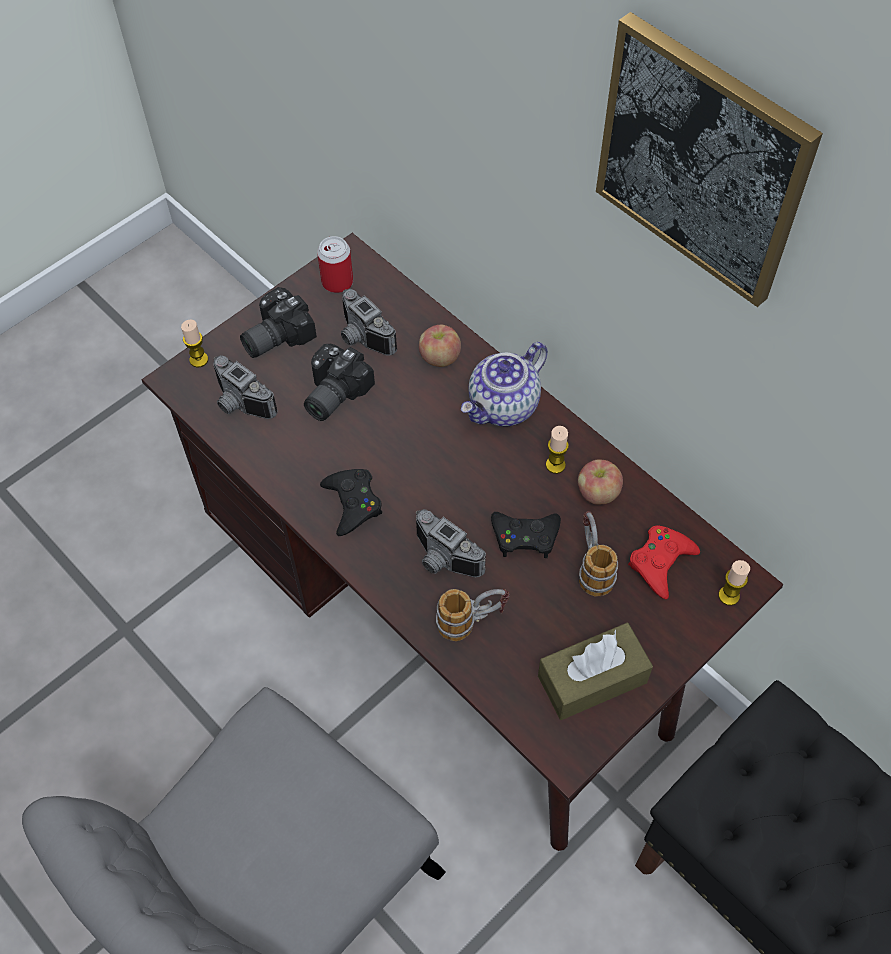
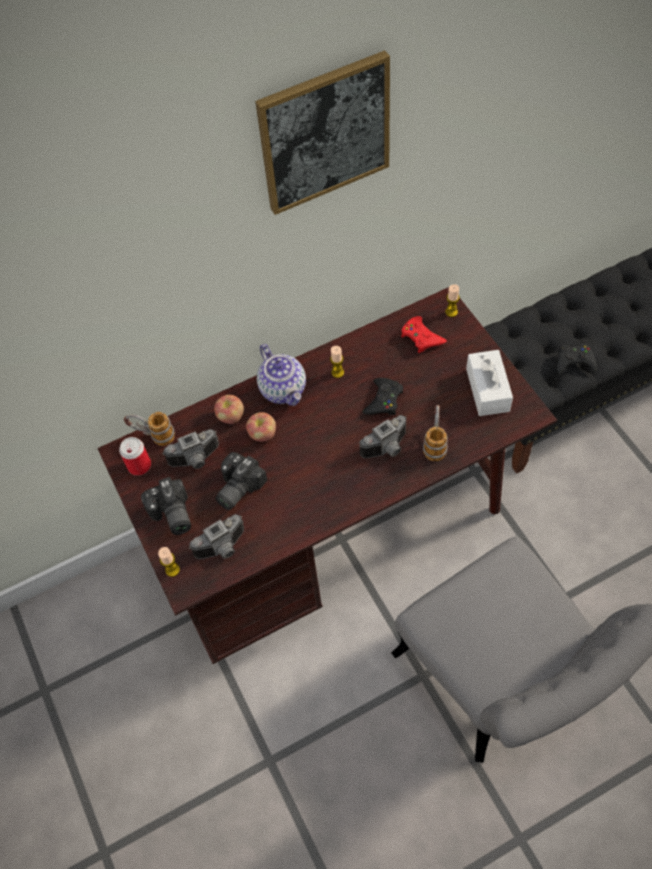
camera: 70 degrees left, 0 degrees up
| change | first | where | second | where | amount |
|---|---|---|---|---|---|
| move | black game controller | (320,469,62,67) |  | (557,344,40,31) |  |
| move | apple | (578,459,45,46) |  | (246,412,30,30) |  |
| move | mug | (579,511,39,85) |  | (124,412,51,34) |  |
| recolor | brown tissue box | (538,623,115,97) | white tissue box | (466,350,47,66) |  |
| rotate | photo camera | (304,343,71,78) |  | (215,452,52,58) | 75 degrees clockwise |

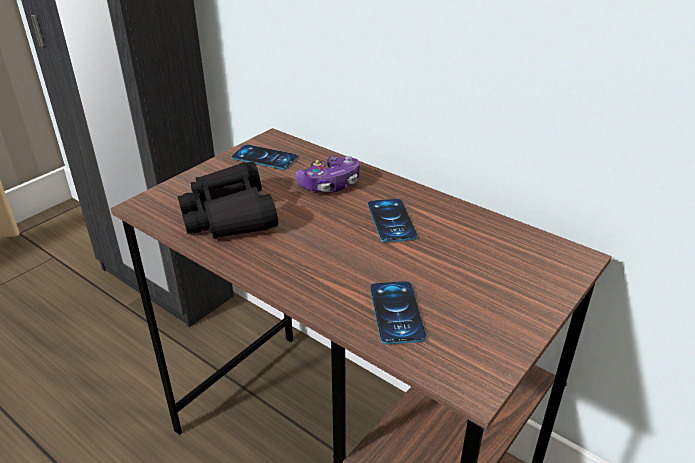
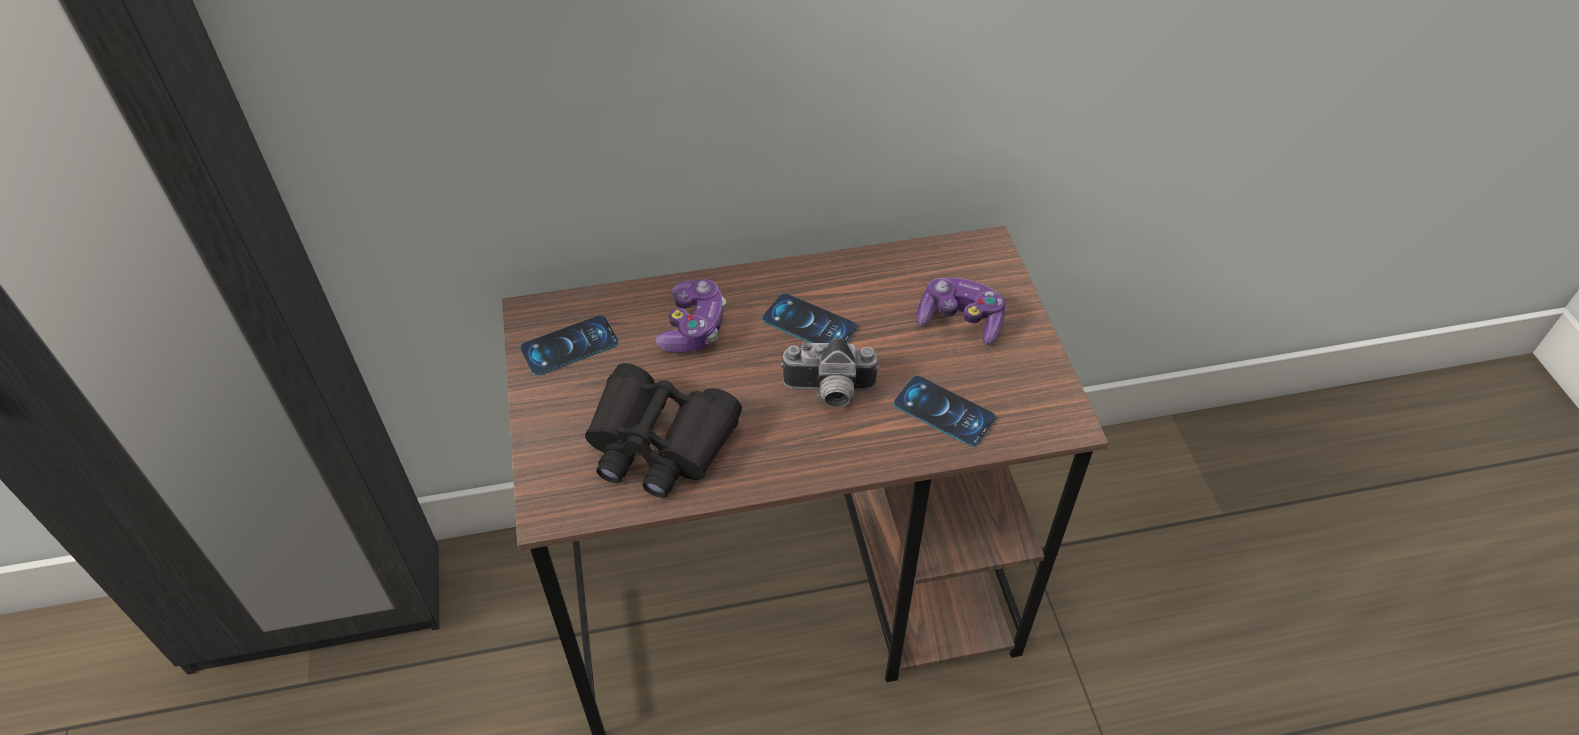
camera: 50 degrees left, 15 degrees up
| change | first | where | second | where | amount |
|---|---|---|---|---|---|
| insert |  |  | photo camera | (781,338,99,70) |  |
| insert |  |  | game controller | (917,278,88,67) |  |

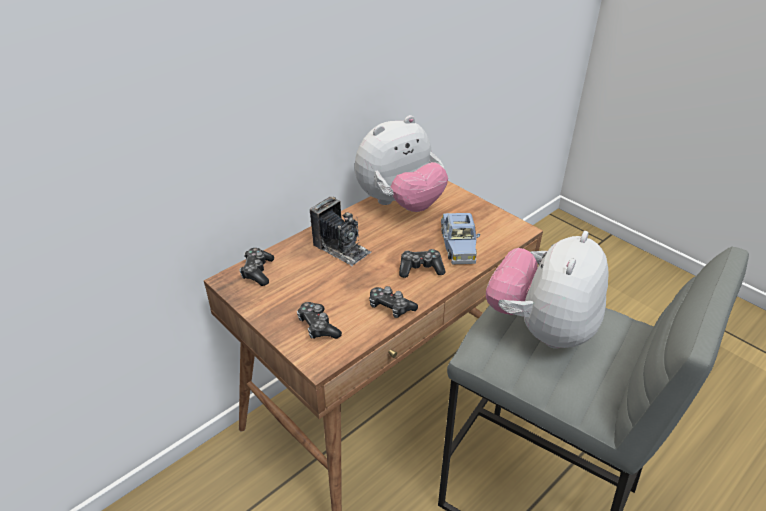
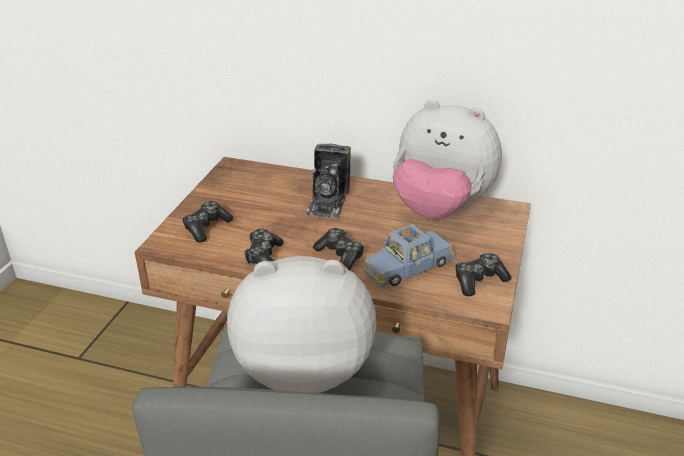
camera: 60 degrees right, 5 degrees down
| change | first | where | second | where | amount |
|---|---|---|---|---|---|
| move | game controller | (239,248,35,38) |  | (455,253,56,43) |  |

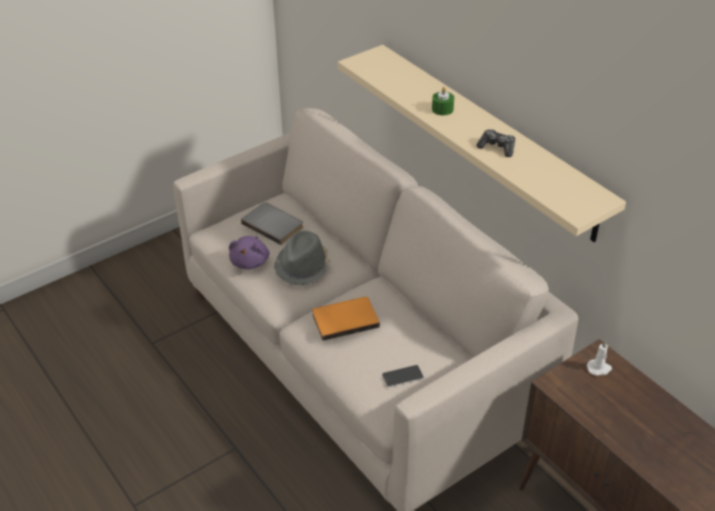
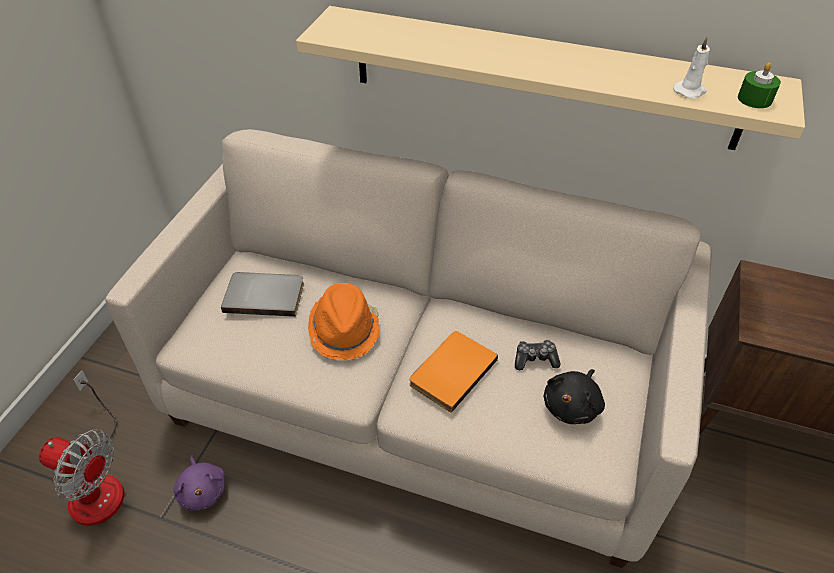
camera: 35 degrees left, 5 degrees up
| change | first | where | second | where | amount |
|---|---|---|---|---|---|
| insert |  |  | fan | (39,370,85,156) |  |
| move | purple plush toy | (229,236,41,33) |  | (173,455,52,55) |  |
| move | green candle | (432,87,22,28) |  | (738,62,43,46) |  |
| move | game controller | (476,129,39,28) |  | (515,340,46,30) |  |
| move | white candle | (587,341,25,35) |  | (673,36,37,63) |  |
| replace | phone | (382,365,42,22) | black plush toy | (543,369,62,55) |  |
| recolor | grey hat | (274,231,56,54) | orange hat | (308,283,71,78) |  |

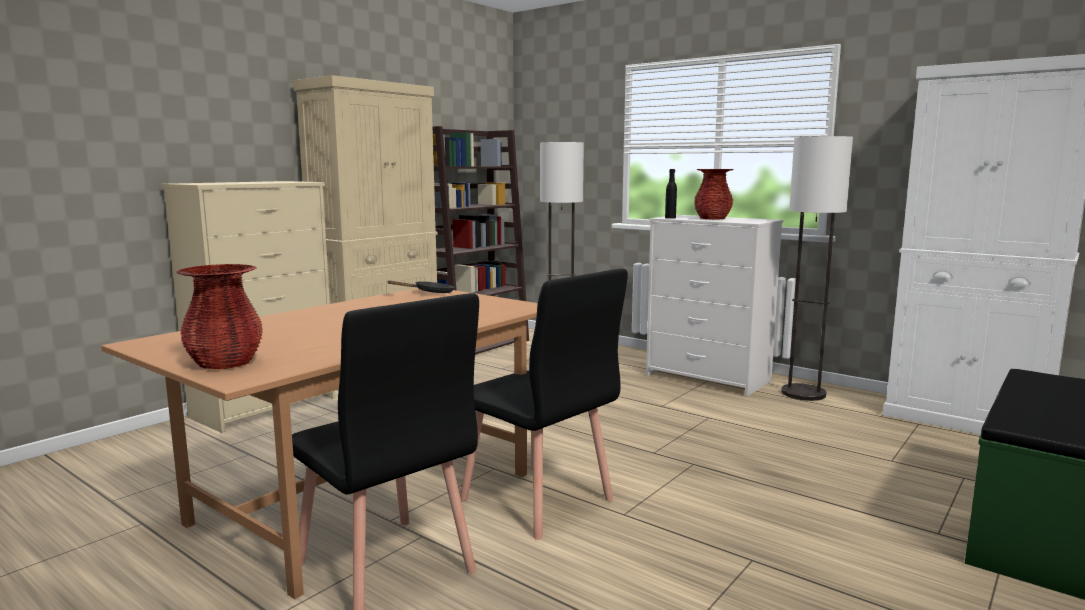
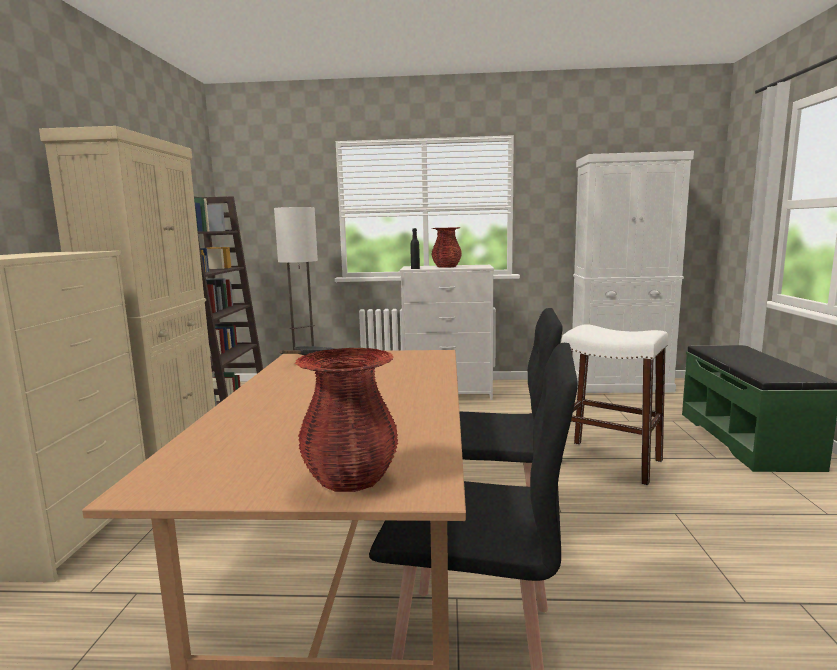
camera: 35 degrees left, 0 degrees up
| change | first | where | second | where | amount |
|---|---|---|---|---|---|
| delete | floor lamp | (781,136,72,265) |  |  |  |
| insert |  |  | white stool | (561,324,107,162) |  |

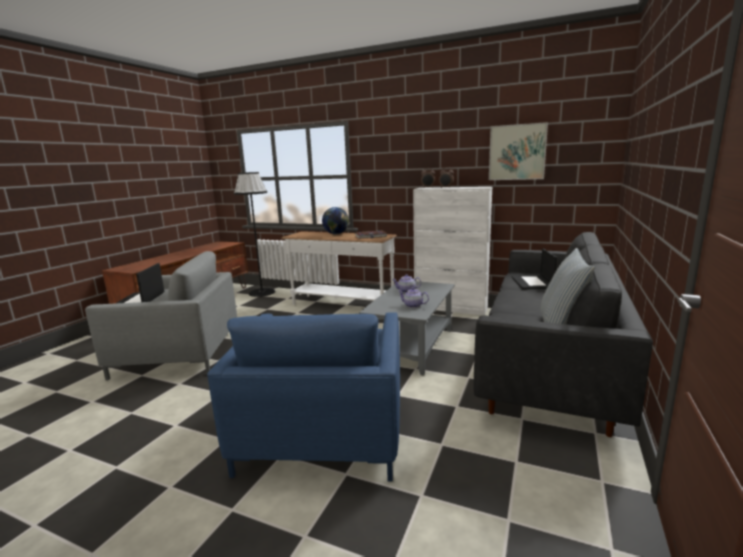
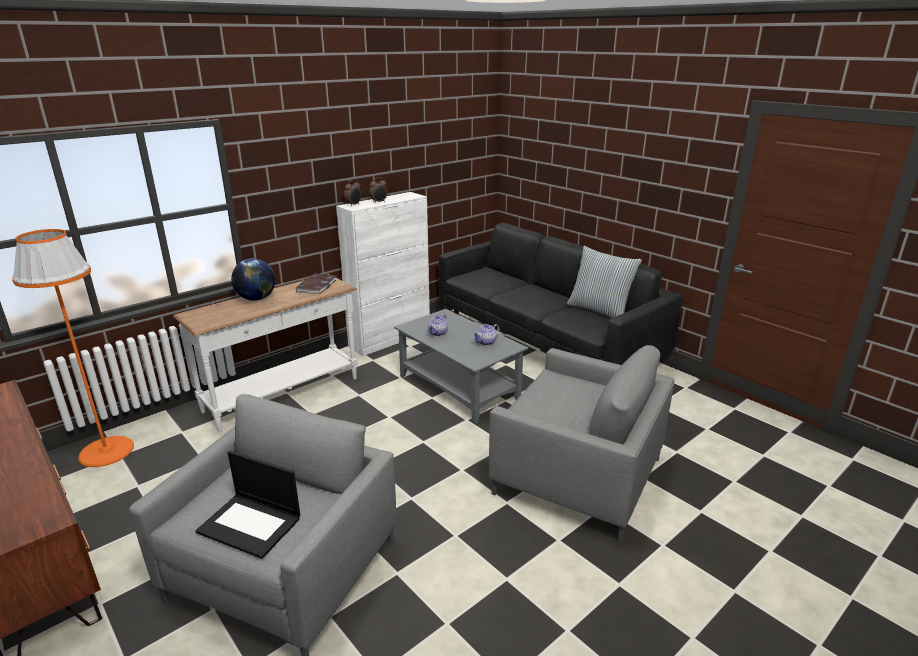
camera: 65 degrees left, 10 degrees up
| change | first | where | second | where | amount |
|---|---|---|---|---|---|
| delete | picture | (489,122,59,58) |  |  |  |
| delete | laptop | (512,248,45,41) |  |  |  |
| recolor | blue armchair | (207,312,193,170) | grey armchair | (489,345,186,198) |  |
| recolor | black floor lamp | (234,172,41,125) | orange floor lamp | (12,229,122,238) |  |

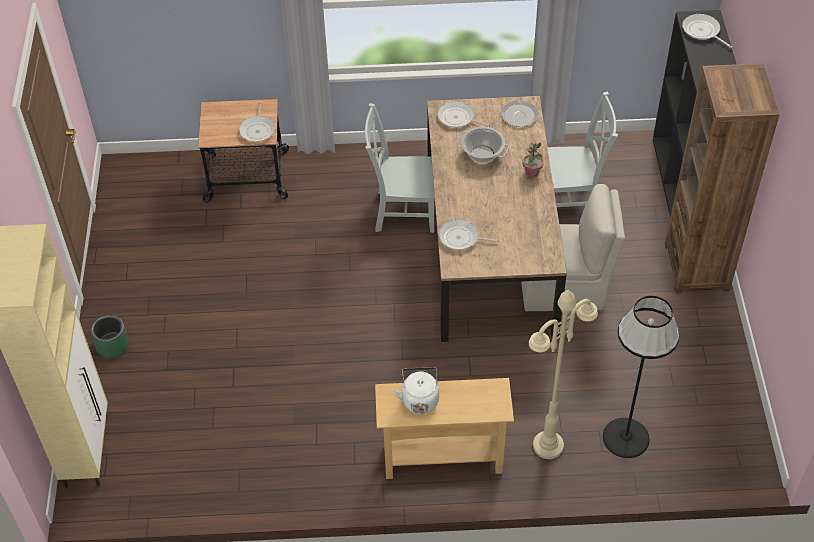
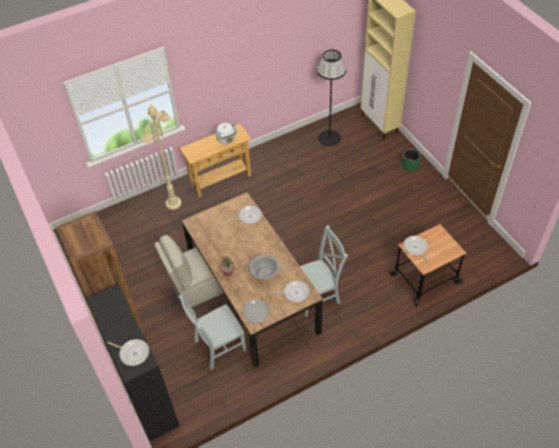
camera: 155 degrees right, 0 degrees up
| change | first | where | second | where | amount |
|---|---|---|---|---|---|
| move | black floor lamp | (603,296,77,162) |  | (317,50,29,96) |  |

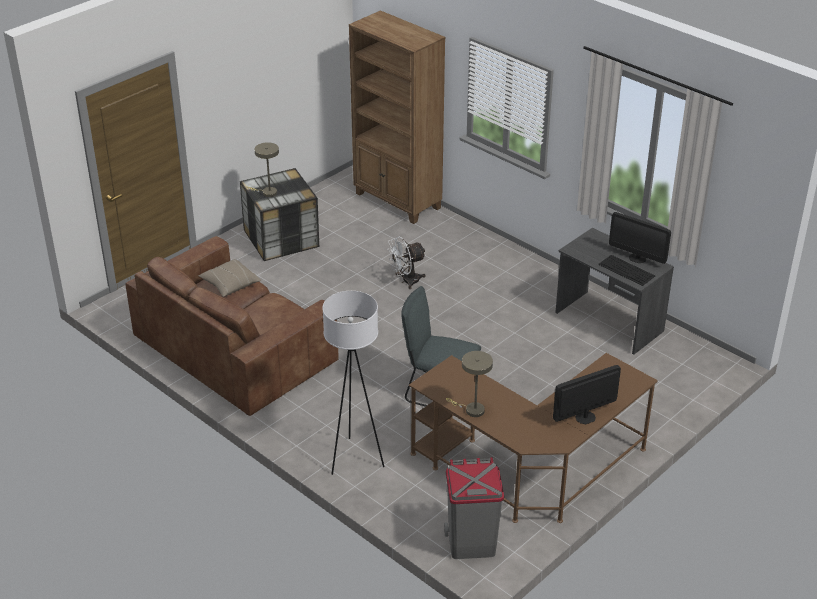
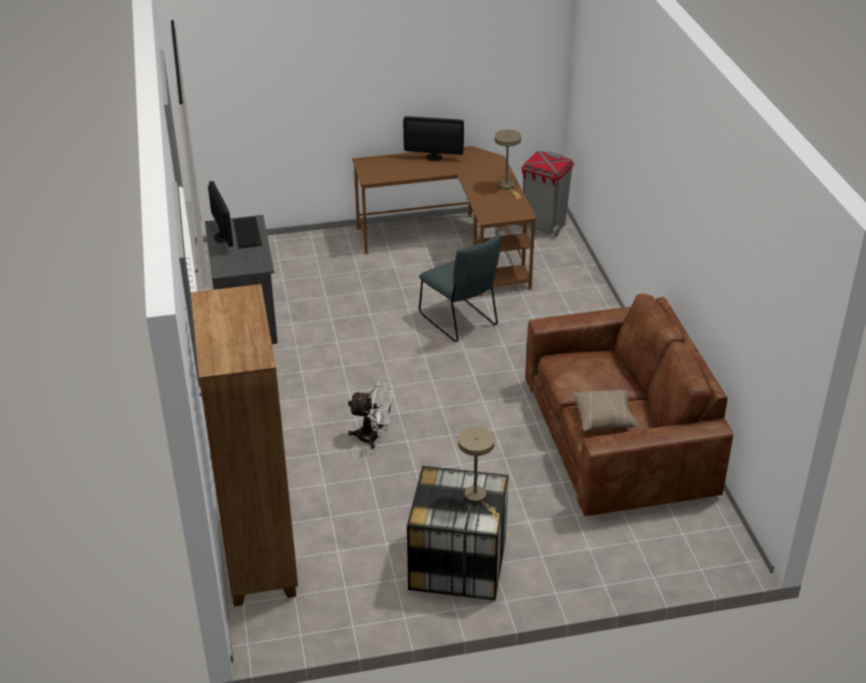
camera: 145 degrees left, 0 degrees up
| change | first | where | second | where | amount |
|---|---|---|---|---|---|
| delete | white floor lamp | (322,291,63,184) |  |  |  |

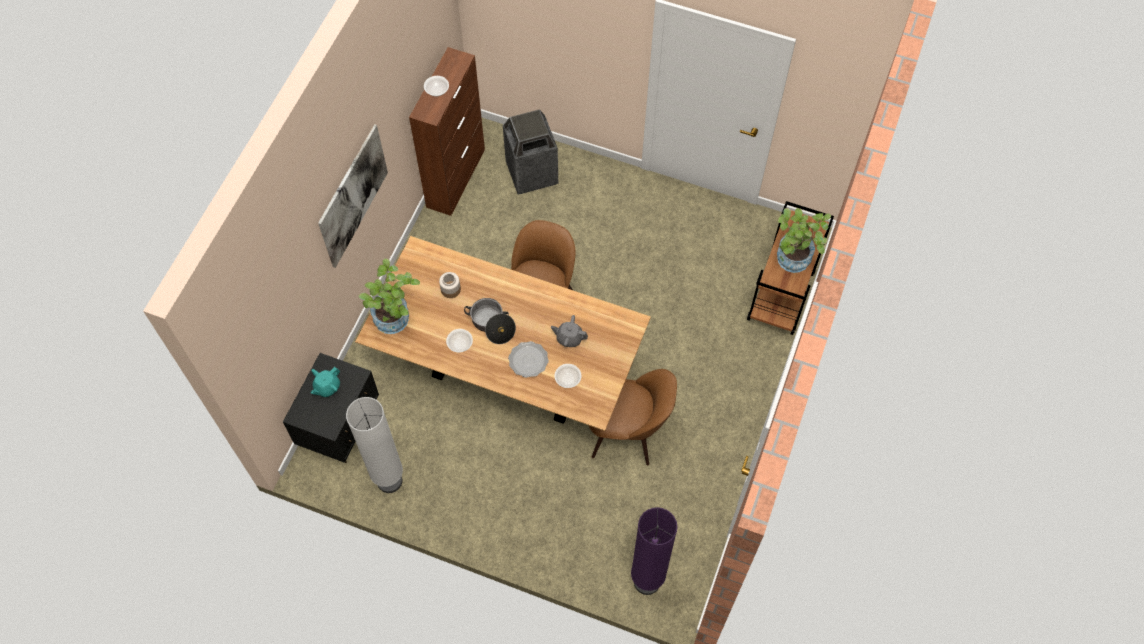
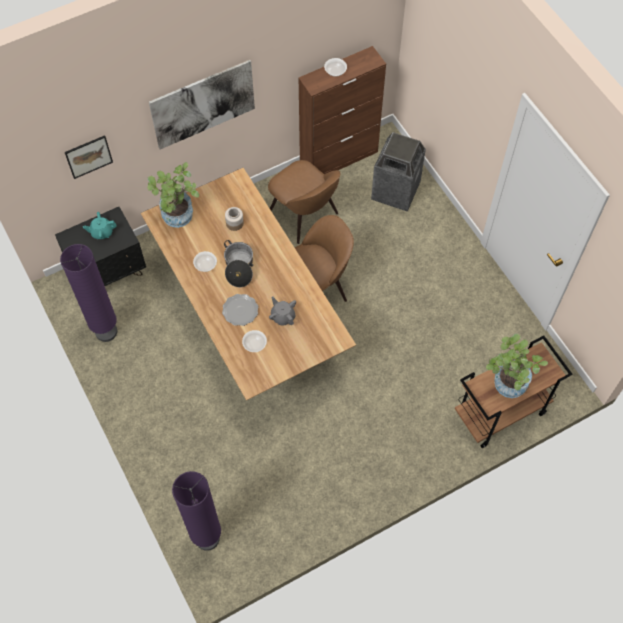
camera: 40 degrees right, 0 degrees up
| change | first | where | second | where | amount |
|---|---|---|---|---|---|
| insert |  |  | picture | (65,135,48,44) |  |
| move | brown chair | (589,369,88,97) |  | (268,160,73,84) |  |
| recolor | white floor lamp | (346,397,57,96) | purple floor lamp | (60,244,57,98) |  |

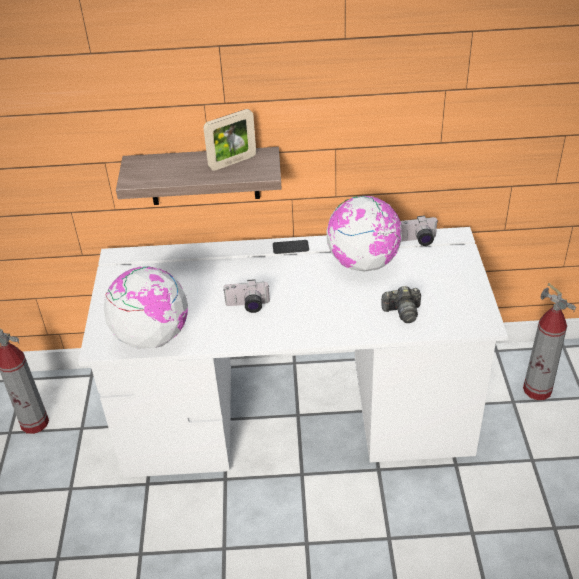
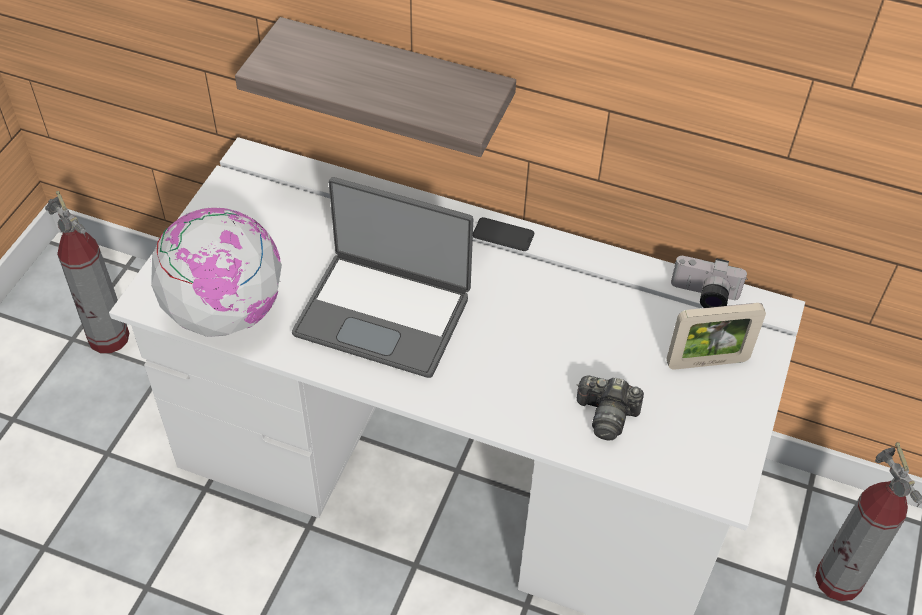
camera: 20 degrees right, 10 degrees up
| change | first | where | second | where | amount |
|---|---|---|---|---|---|
| delete | globe | (326,196,76,75) |  |  |  |
| move | picture frame | (203,109,53,62) |  | (667,303,99,67) |  |
| replace | photo camera | (223,279,47,34) | laptop | (292,177,181,201) |  |

